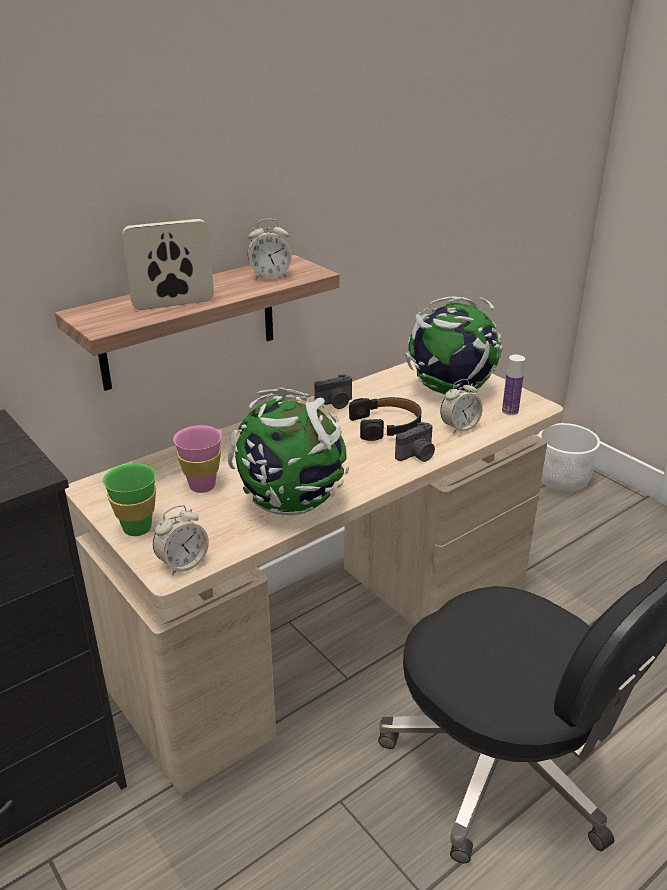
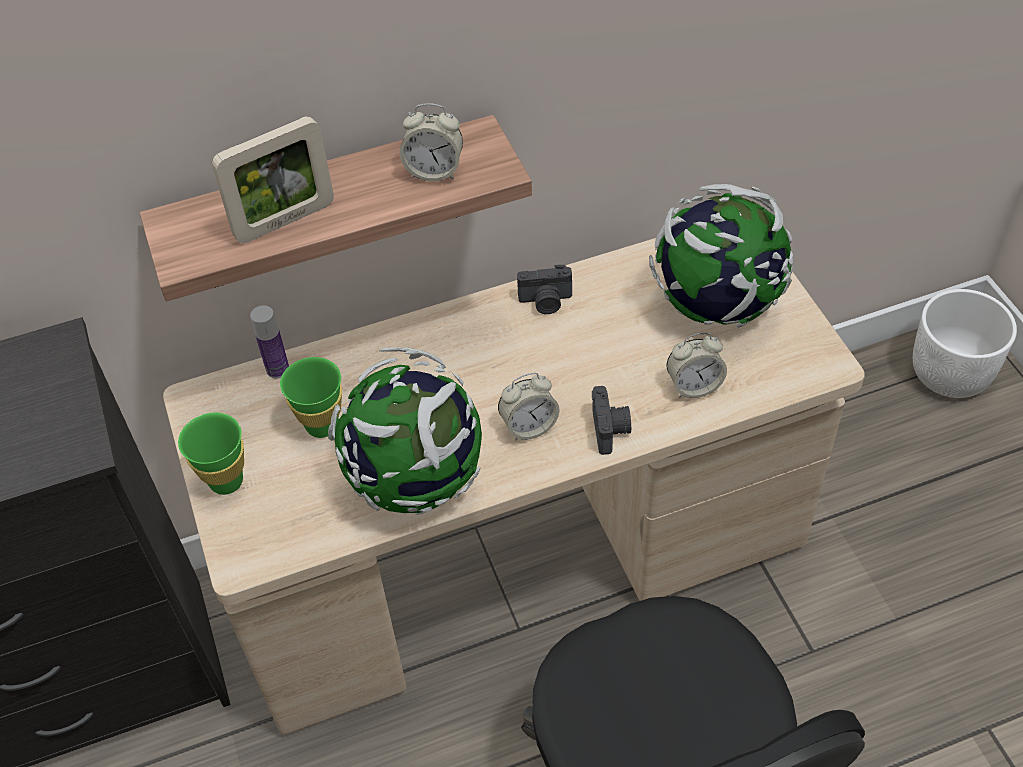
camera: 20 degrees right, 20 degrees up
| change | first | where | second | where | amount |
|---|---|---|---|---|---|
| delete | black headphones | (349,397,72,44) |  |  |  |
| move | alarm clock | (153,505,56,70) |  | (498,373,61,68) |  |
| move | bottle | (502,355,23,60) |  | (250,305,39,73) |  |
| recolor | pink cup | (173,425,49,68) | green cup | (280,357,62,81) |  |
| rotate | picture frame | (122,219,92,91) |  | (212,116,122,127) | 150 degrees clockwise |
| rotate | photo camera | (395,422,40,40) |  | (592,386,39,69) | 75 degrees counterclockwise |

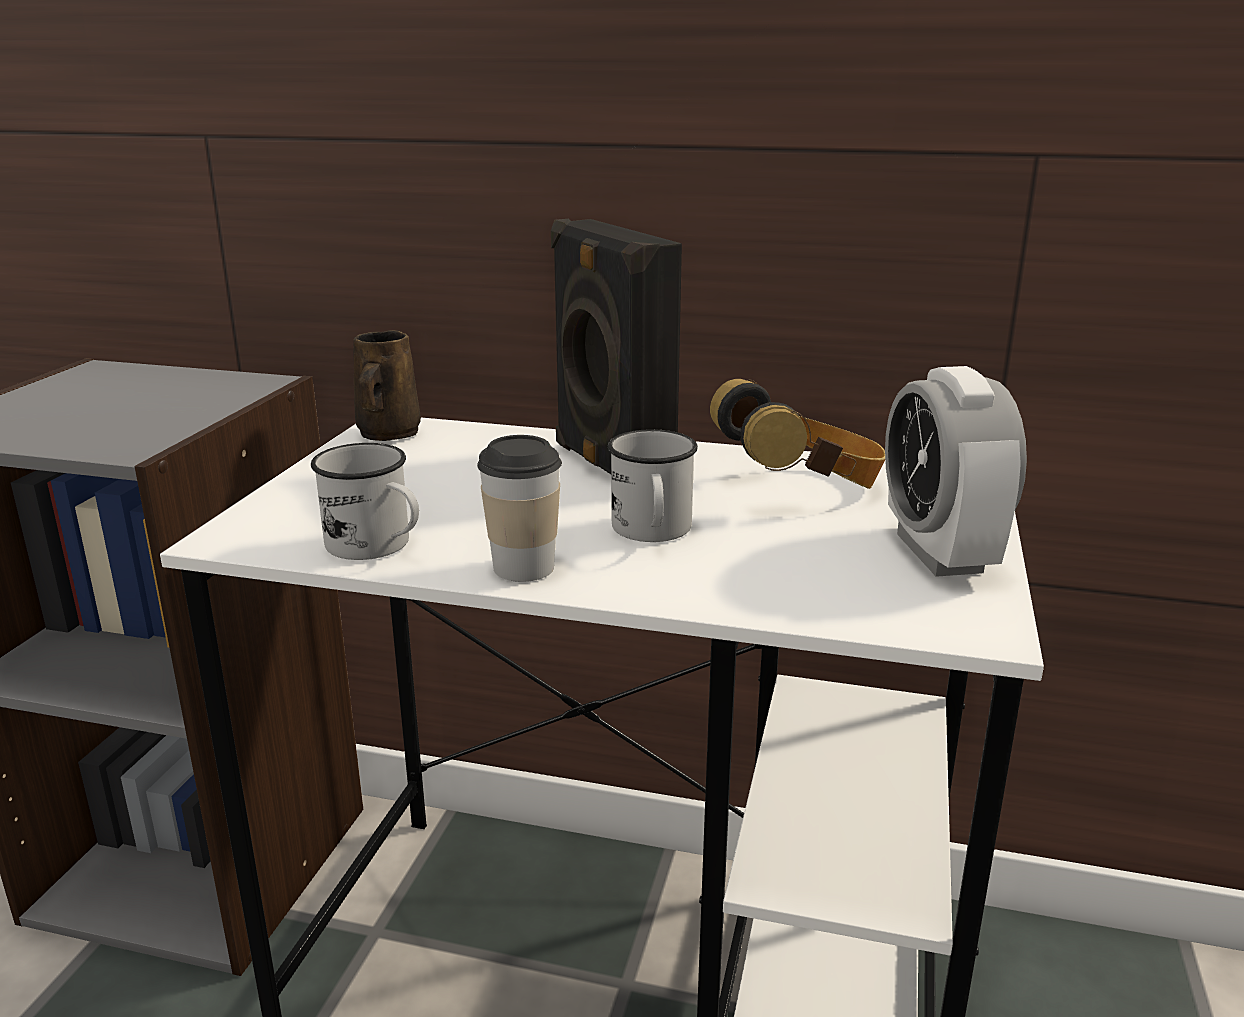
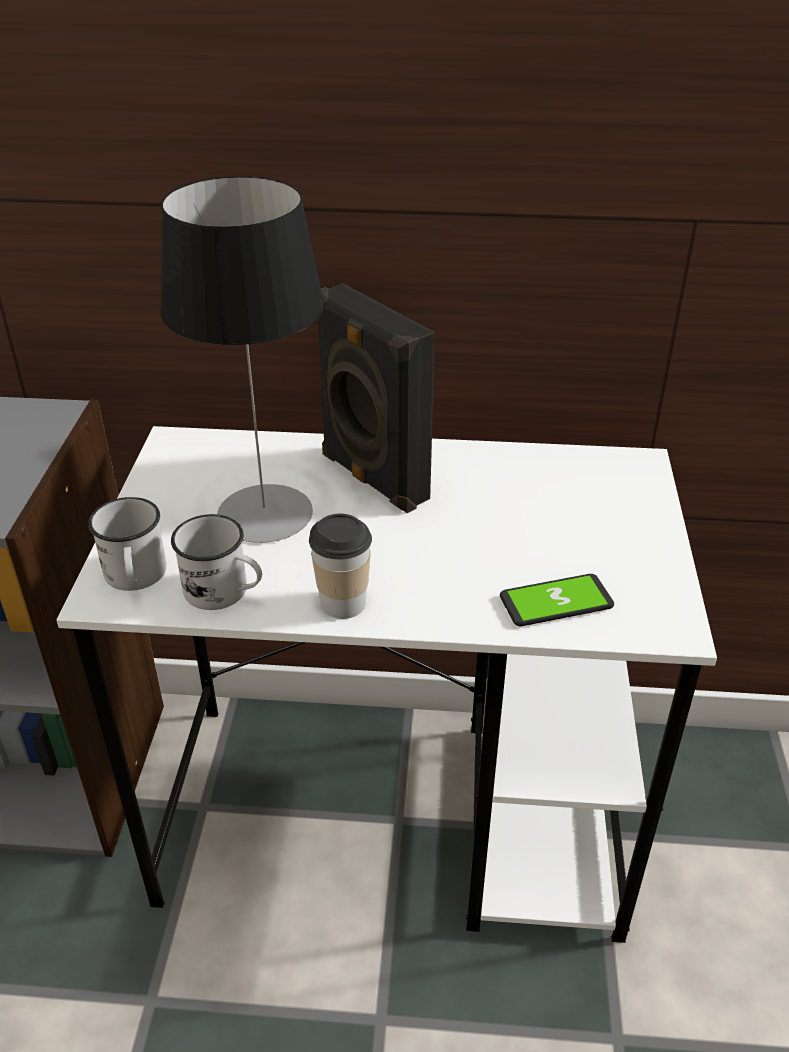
camera: 10 degrees left, 15 degrees up
| change | first | where | second | where | amount |
|---|---|---|---|---|---|
| delete | brown mug | (353,330,68,111) |  |  |  |
| delete | headphones | (710,379,175,110) |  |  |  |
| delete | alarm clock | (885,366,142,211) |  |  |  |
| insert |  |  | table lamp | (160,176,165,367) |  |
| insert |  |  | phone | (500,574,114,52) |  |
| move | white mug | (608,429,90,113) |  | (88,497,79,94) |  |

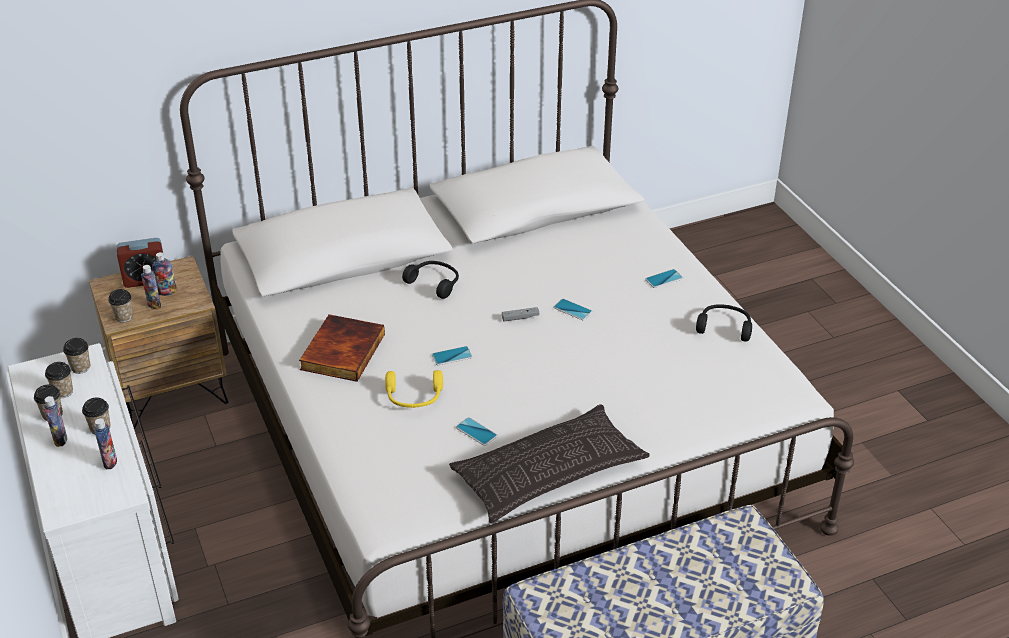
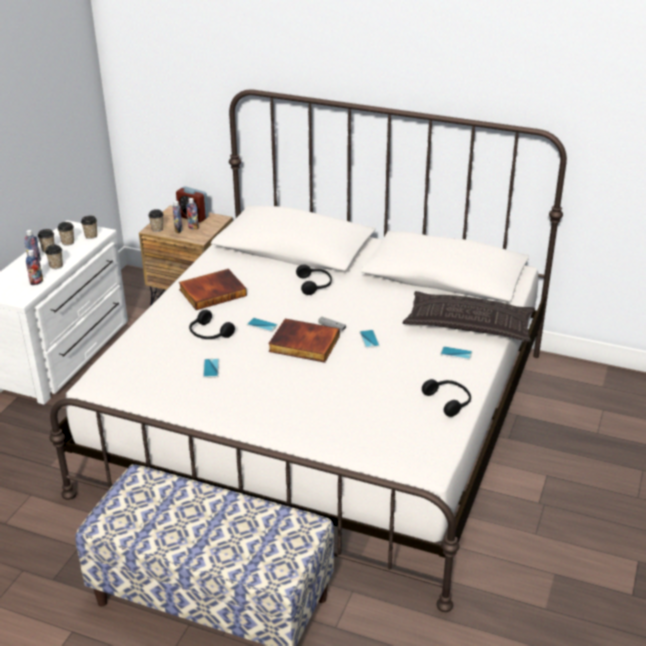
camera: 45 degrees right, 5 degrees down
| change | first | where | second | where | amount |
|---|---|---|---|---|---|
| insert |  |  | book | (268,319,72,44) |  |
| move | pillow | (449,404,201,119) |  | (402,291,133,51) |  |
| recolor | yellow headphones | (385,370,58,38) | black headphones | (189,310,46,29) |  |

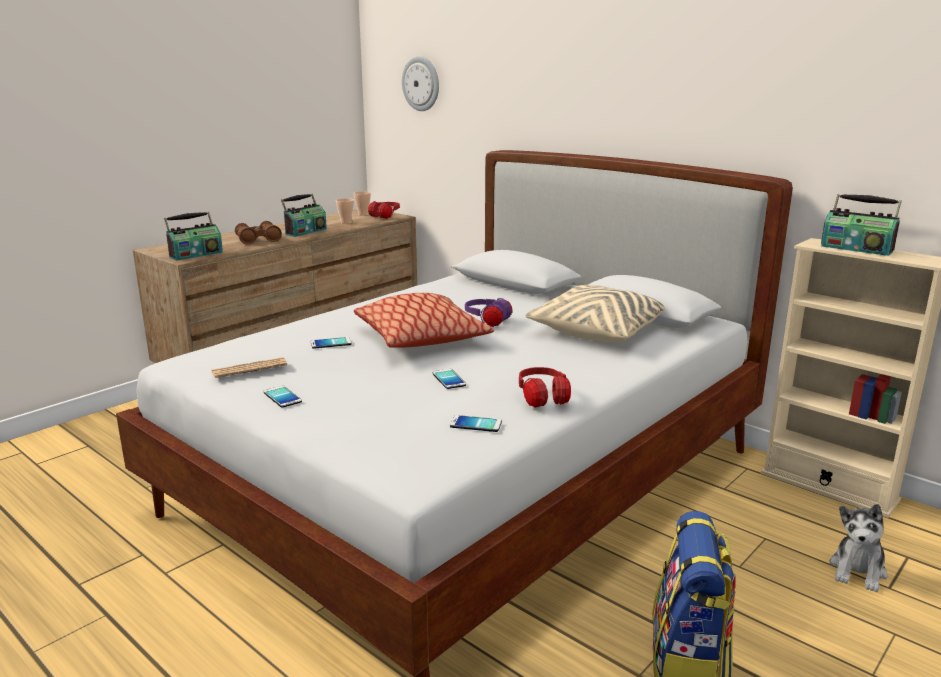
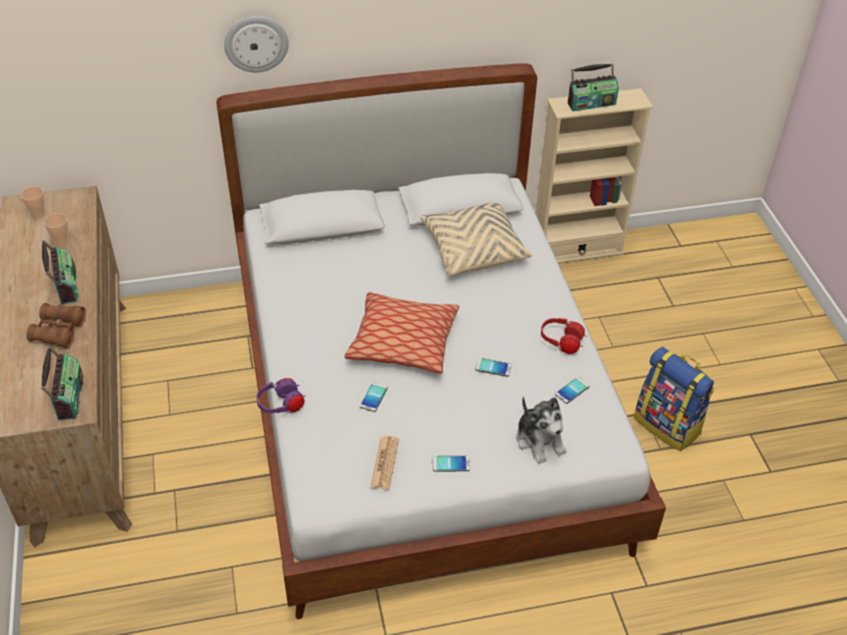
camera: 55 degrees left, 25 degrees up
| change | first | where | second | where | amount |
|---|---|---|---|---|---|
| delete | red headphones | (368,201,32,18) |  |  |  |
| move | wall clock | (402,56,37,55) |  | (224,16,65,57) |  |
| move | purple headphones | (465,298,48,29) |  | (256,378,50,35) |  |
| move | plush toy | (830,504,58,88) |  | (516,396,50,68) |  |

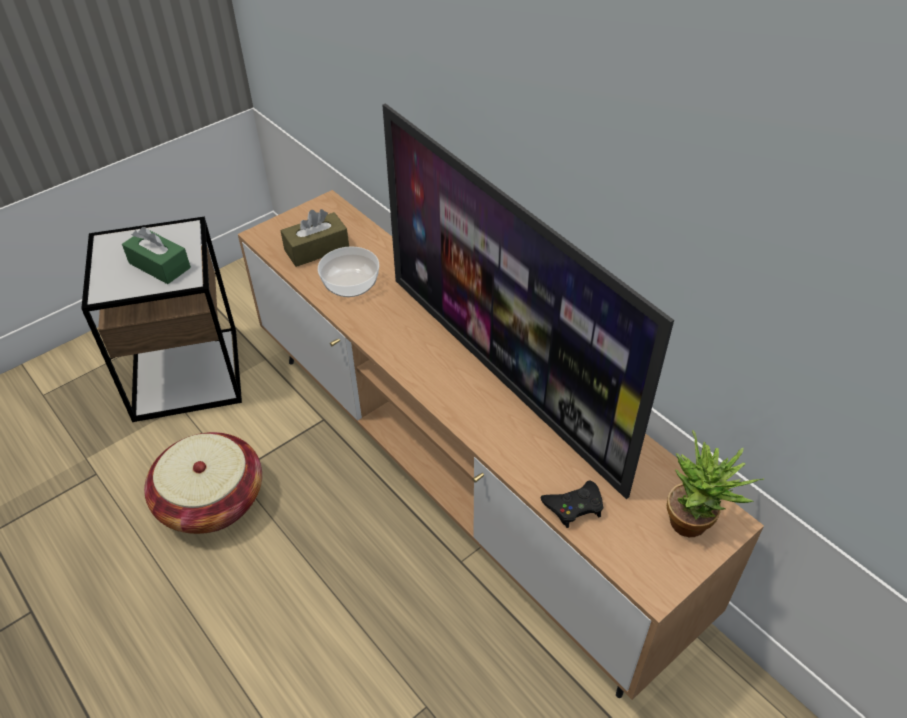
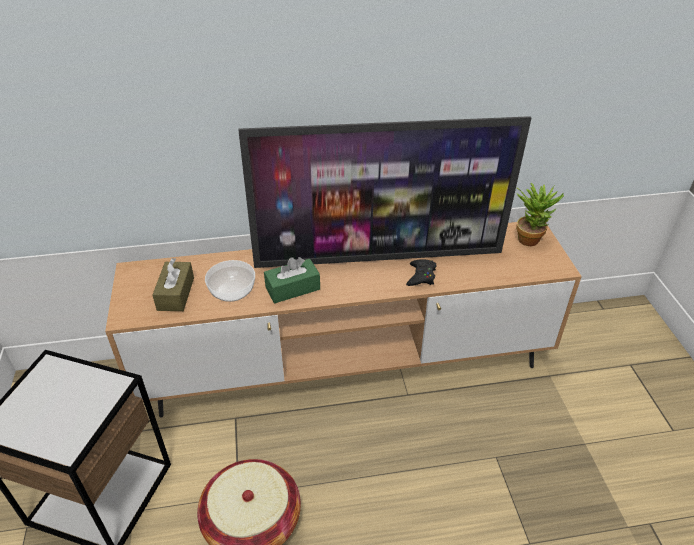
camera: 60 degrees left, 5 degrees down
| change | first | where | second | where | amount |
|---|---|---|---|---|---|
| move | green tissue box | (122,227,69,57) |  | (264,257,56,47) |  |
| move | black game controller | (541,481,62,47) |  | (406,260,31,26) |  |

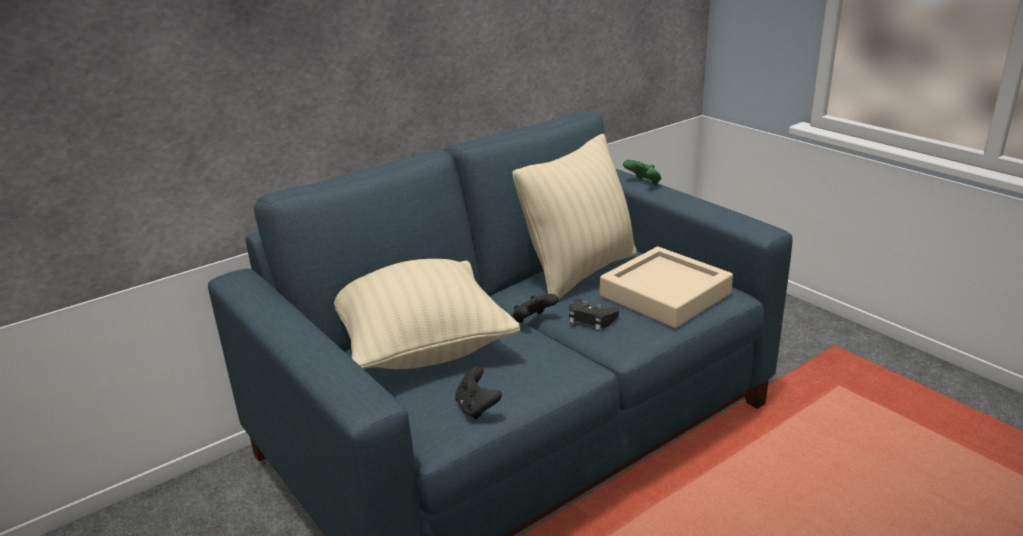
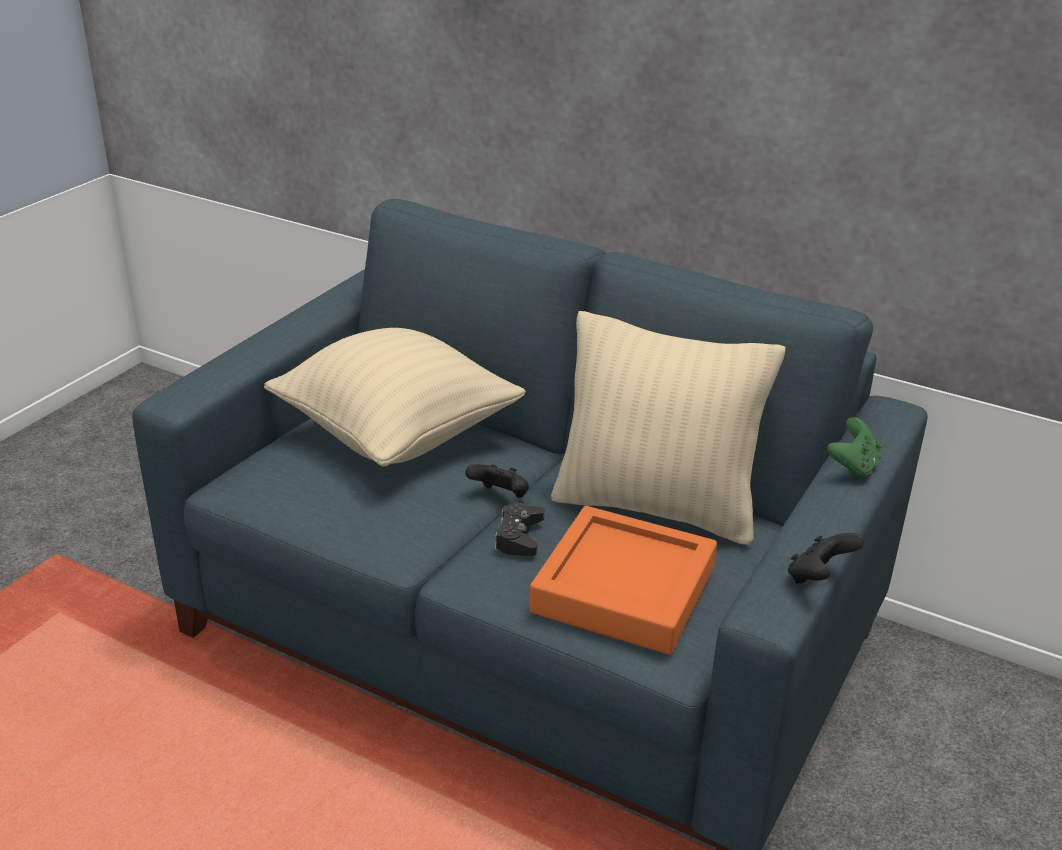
camera: 65 degrees right, 5 degrees up
| change | first | where | second | where | amount |
|---|---|---|---|---|---|
| move | black game controller | (455,366,47,53) |  | (788,533,76,51) |  |
| recolor | beige tray | (600,247,133,81) | orange tray | (529,506,188,149) |  |

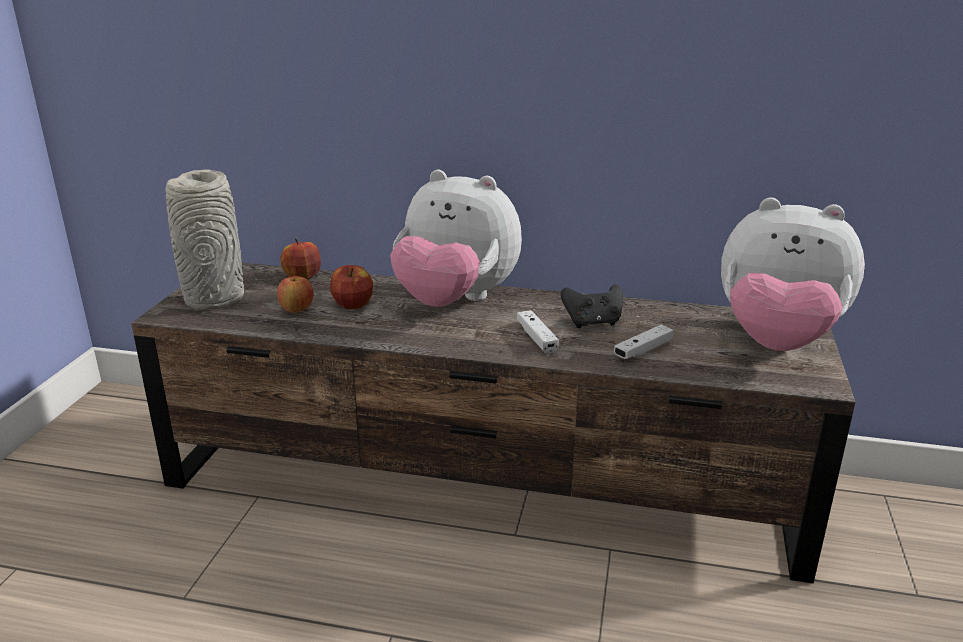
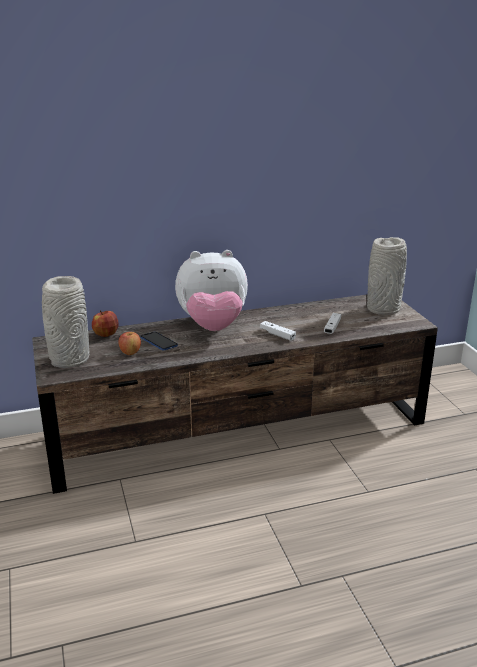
camera: 30 degrees left, 0 degrees up
| change | first | where | second | where | amount |
|---|---|---|---|---|---|
| delete | black game controller | (561,284,62,44) |  |  |  |
| replace | apple | (330,265,43,44) | phone | (141,332,37,18) |  |
| replace | plush toy | (721,197,144,154) | grey vase | (367,237,40,78) |  |

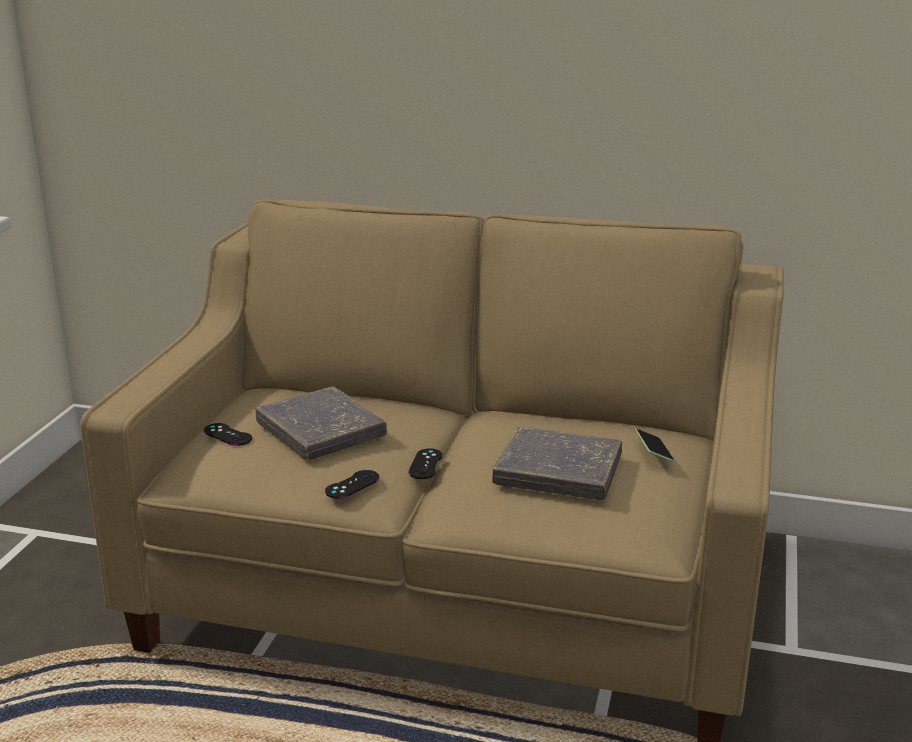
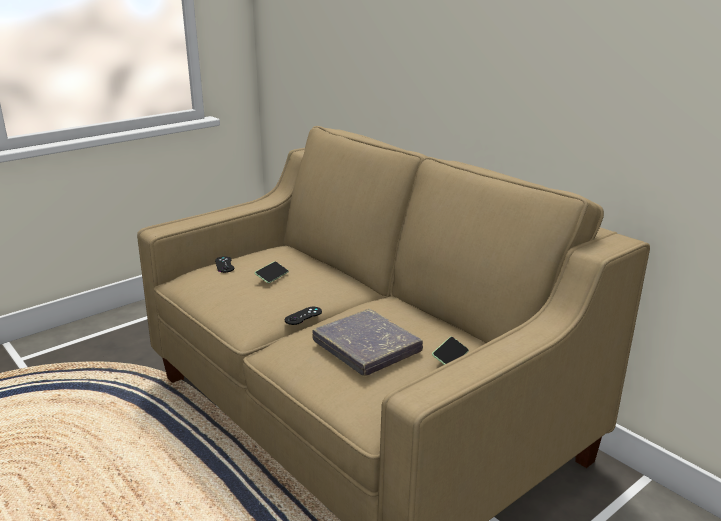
camera: 35 degrees right, 0 degrees up
| change | first | where | second | where | amount |
|---|---|---|---|---|---|
| delete | black game controller | (325,470,55,29) |  |  |  |
| replace | grey book | (255,386,132,75) | phone | (254,261,35,22) |  |

